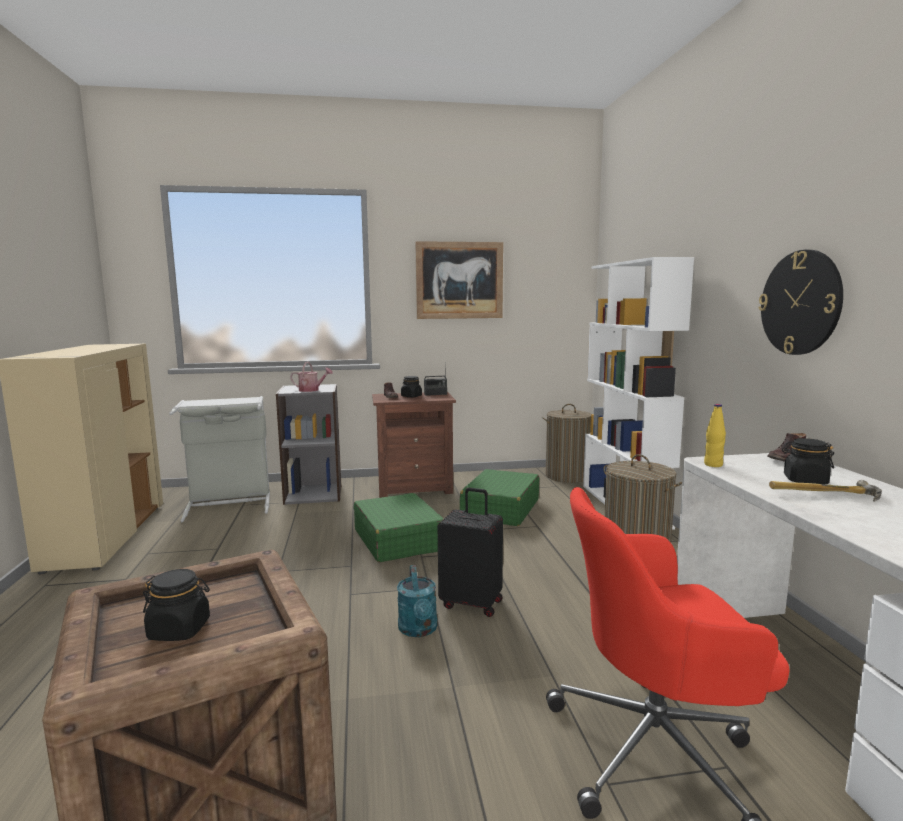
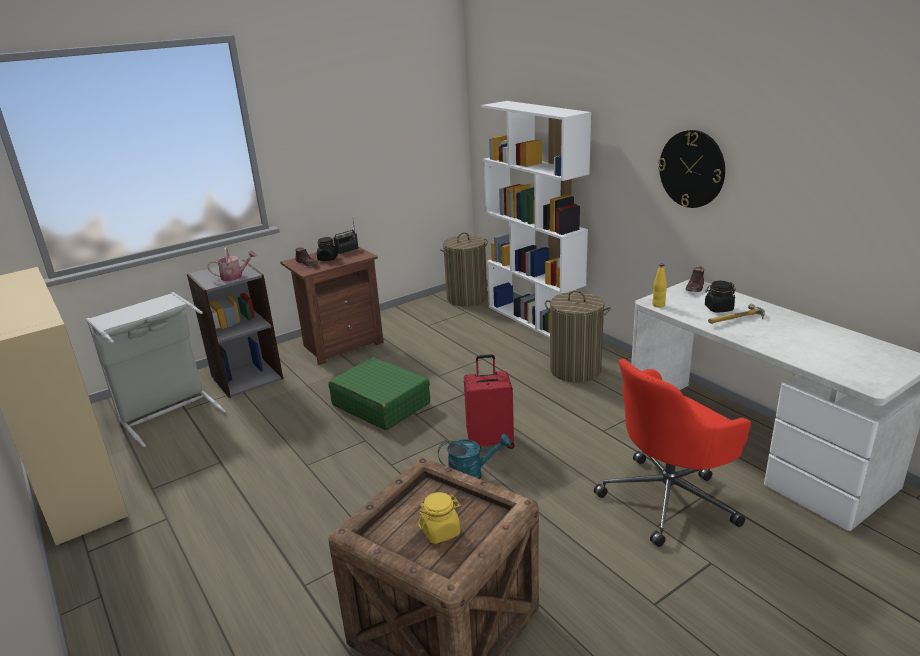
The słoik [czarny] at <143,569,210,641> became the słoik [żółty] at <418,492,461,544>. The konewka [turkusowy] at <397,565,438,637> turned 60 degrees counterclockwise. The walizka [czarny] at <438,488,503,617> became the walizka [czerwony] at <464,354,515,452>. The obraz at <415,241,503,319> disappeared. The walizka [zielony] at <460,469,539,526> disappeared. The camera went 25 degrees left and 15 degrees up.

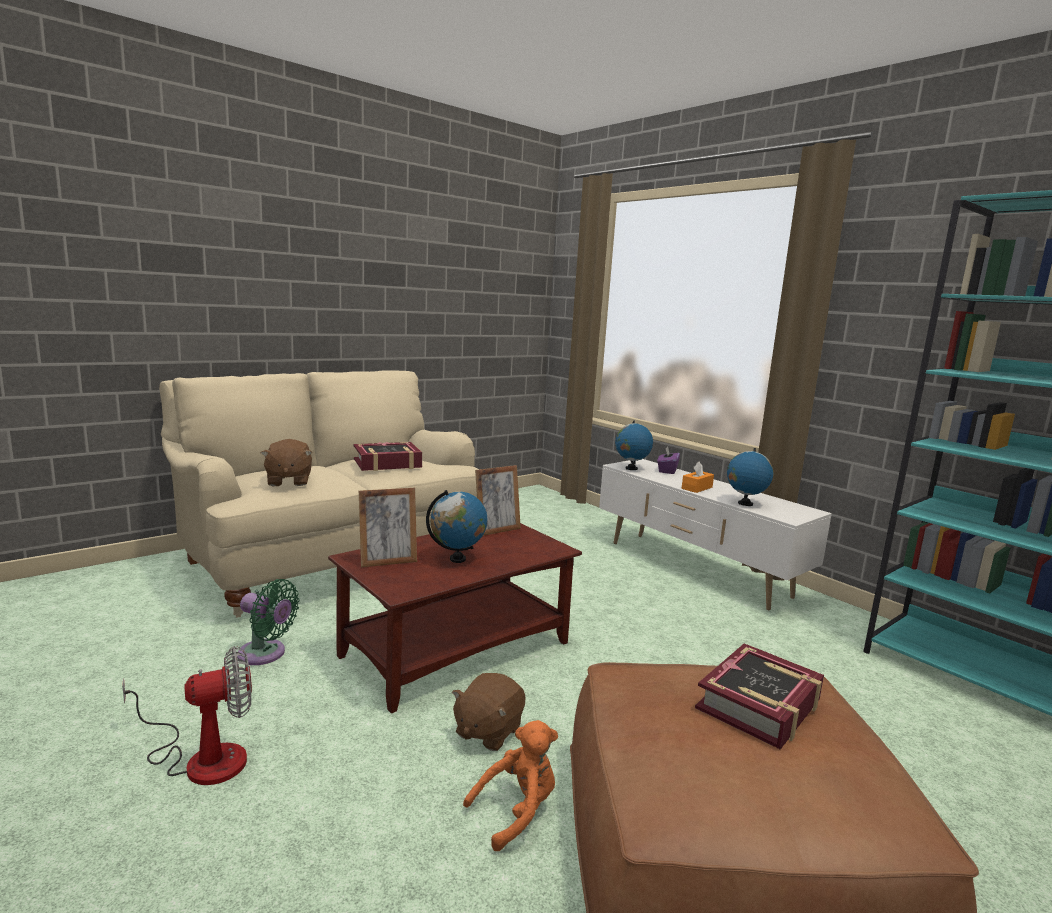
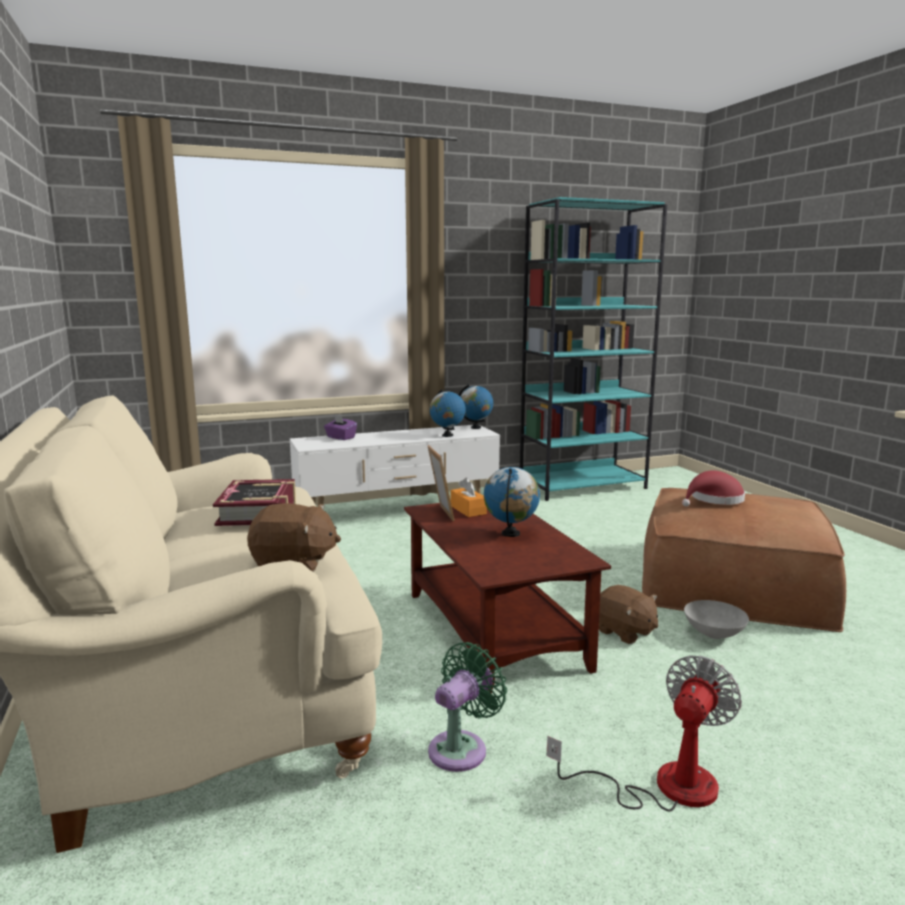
The pudełko chusteczek [pomarańczowy] moved from <682,461,714,493> to <450,478,487,517>. The globus moved from <615,421,653,470> to <459,384,493,429>. The wentylator at <122,647,252,785> turned 45 degrees clockwise. The książka at <695,643,824,750> was replaced by the kapelusz [czerwony] at <682,470,745,506>. The pluszak [pomarańczowy] at <463,720,558,851> was replaced by the miska [szary] at <684,600,749,639>. The ramka na zdjęcie at <359,488,417,567> disappeared. The camera went 70 degrees left and 0 degrees up.

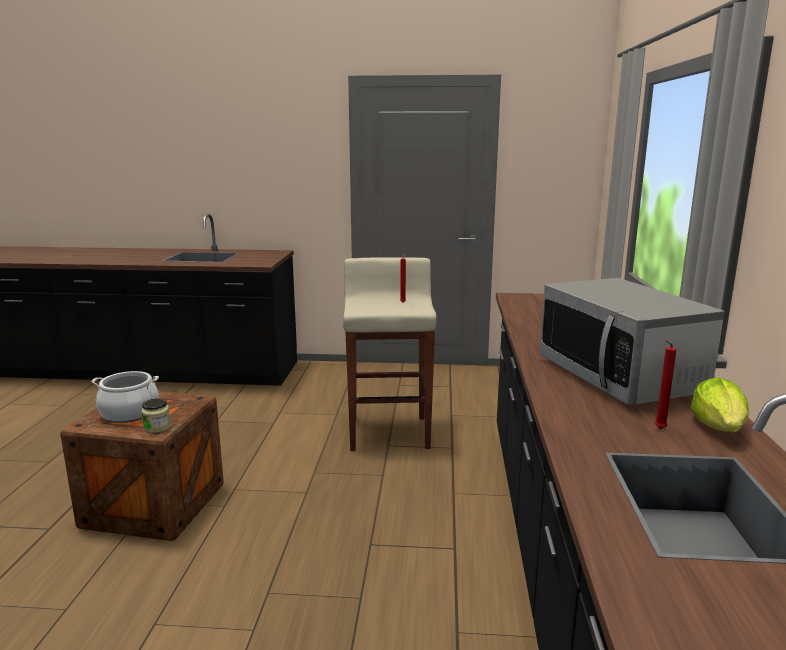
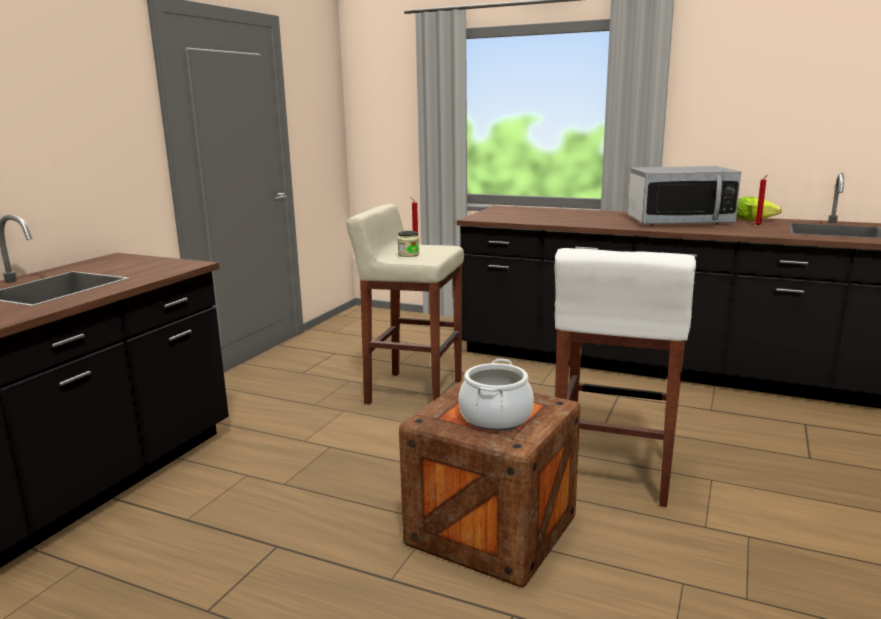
The słoik moved from <141,398,171,433> to <398,231,419,257>. The stołek [biały] at <554,248,696,507> appeared. The camera went 70 degrees left and 0 degrees up.

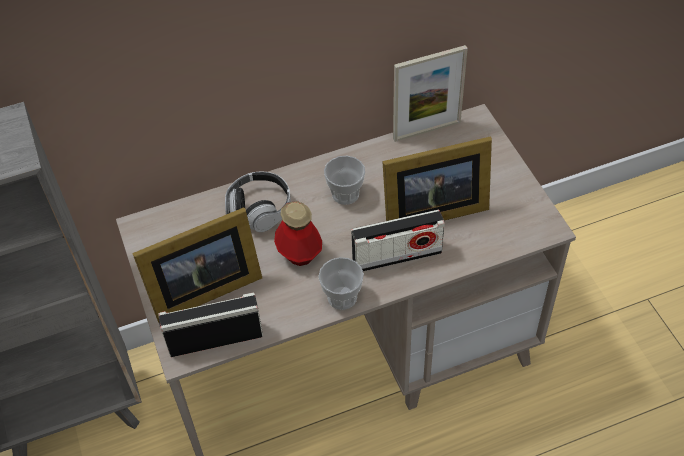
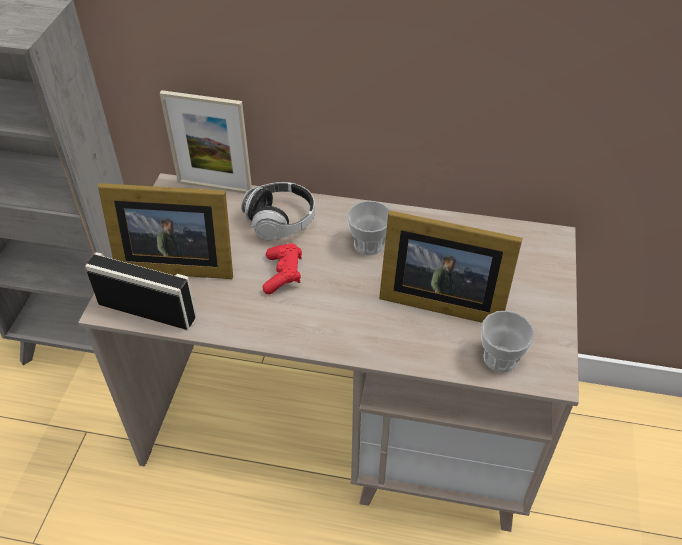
The ramka na zdjęcie moved from <393,45,468,142> to <159,90,252,194>. The butelka at <274,201,322,266> was replaced by the pad do gier [czerwony] at <263,243,302,294>. The filiżanka moved from <318,257,364,310> to <481,311,535,372>. The radio at <351,210,445,272> disappeared. The camera went 30 degrees right and 5 degrees down.

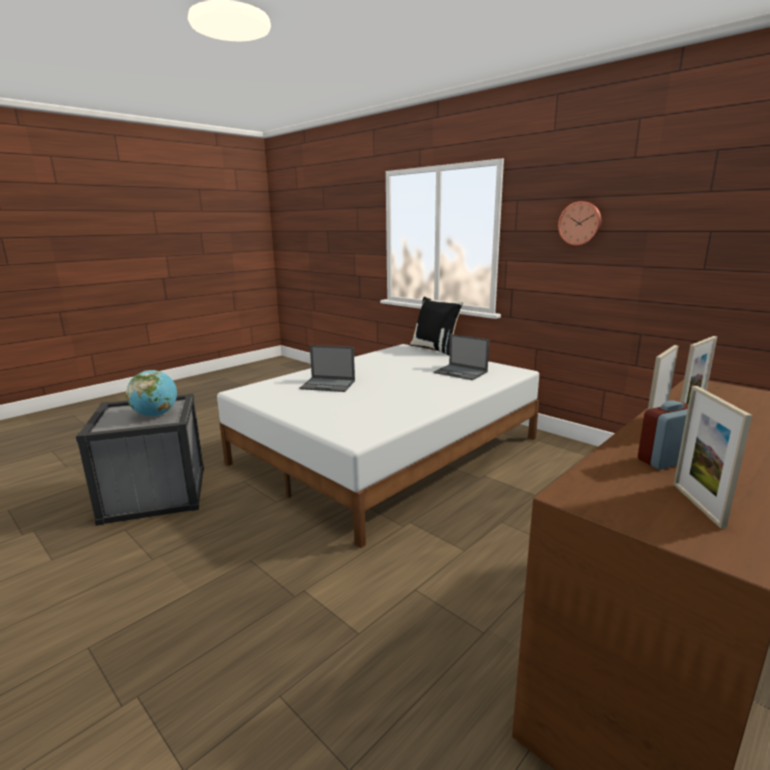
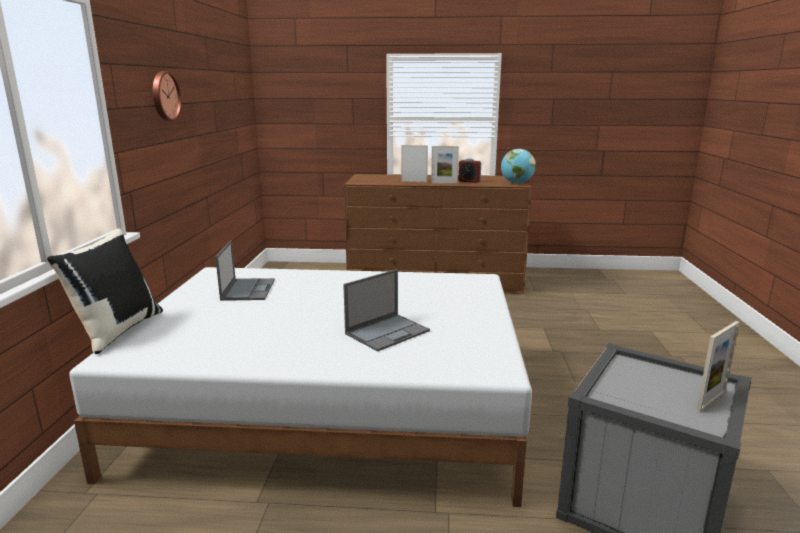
The laptop at <300,345,355,392> turned 75 degrees clockwise. The globus moved from <126,370,177,417> to <501,149,536,184>. The ramka na zdjęcie moved from <673,386,752,529> to <696,321,740,412>. The camera went 130 degrees left and 0 degrees up.

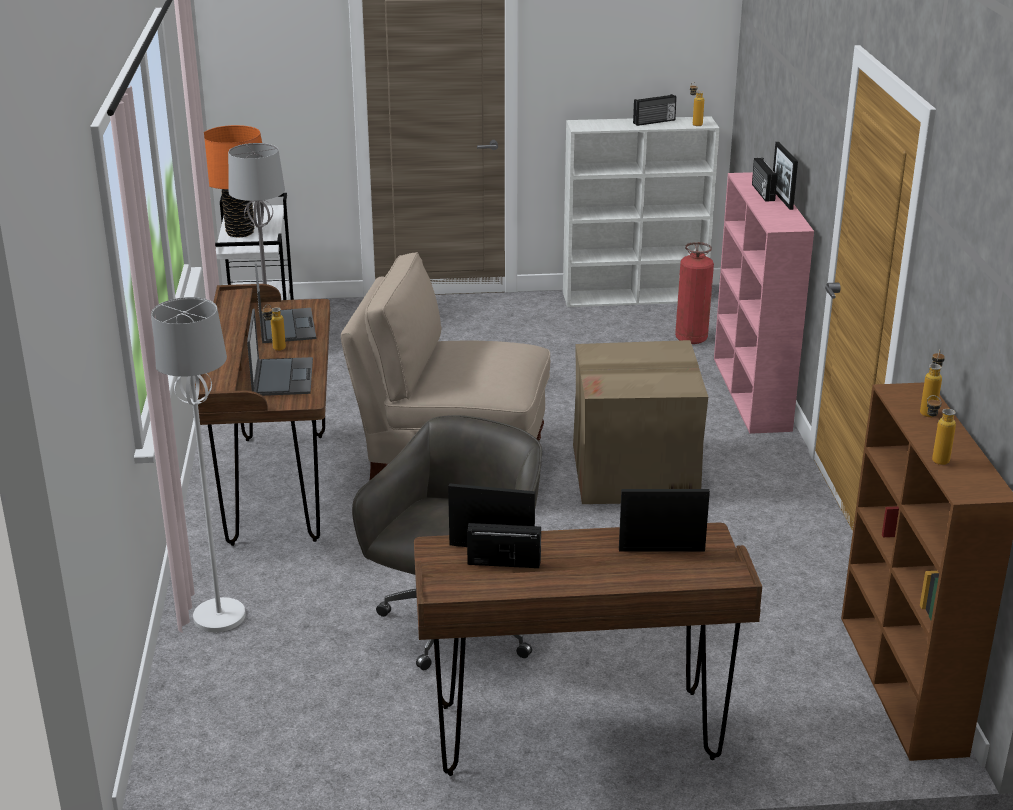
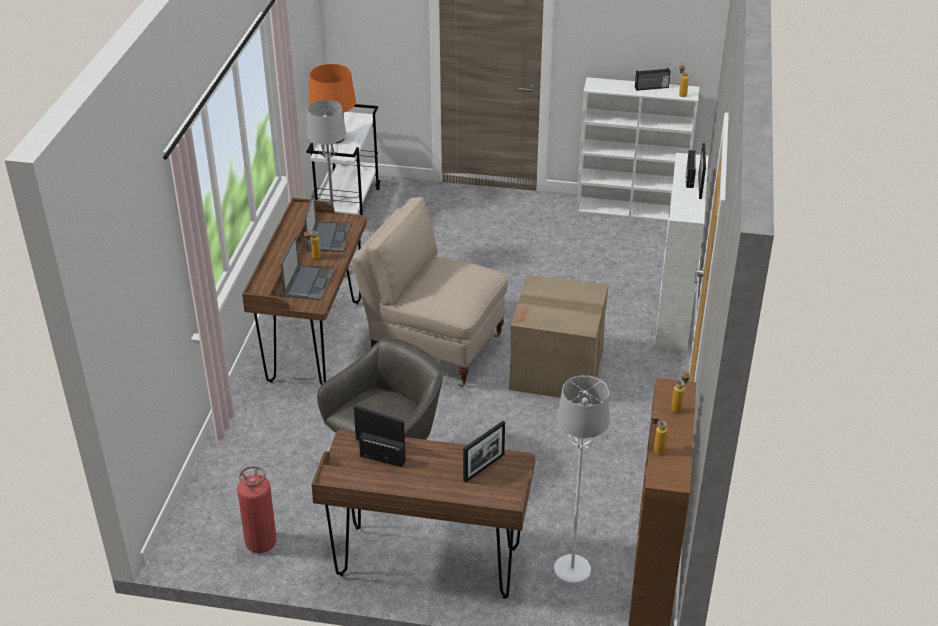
The gaśnica moved from <675,242,714,344> to <237,466,277,553>. The ramka na zdjęcie at <619,489,710,552> turned 120 degrees clockwise. The lampa stojąca [biały] moved from <151,297,246,632> to <554,375,610,585>. The regał [różowy] at <714,172,814,434> became the regał [biały] at <654,153,708,353>. The camera went 15 degrees right and 10 degrees up.

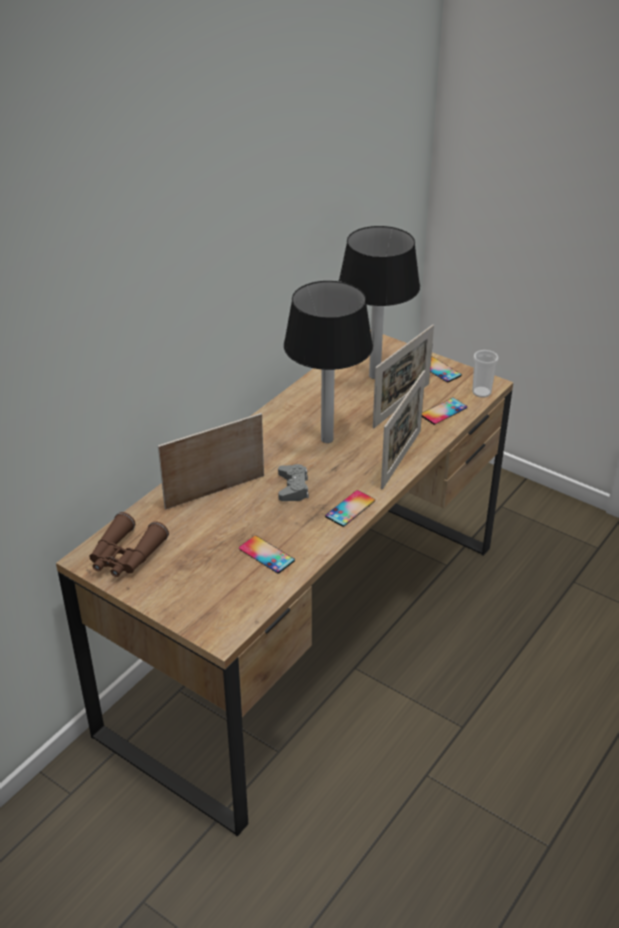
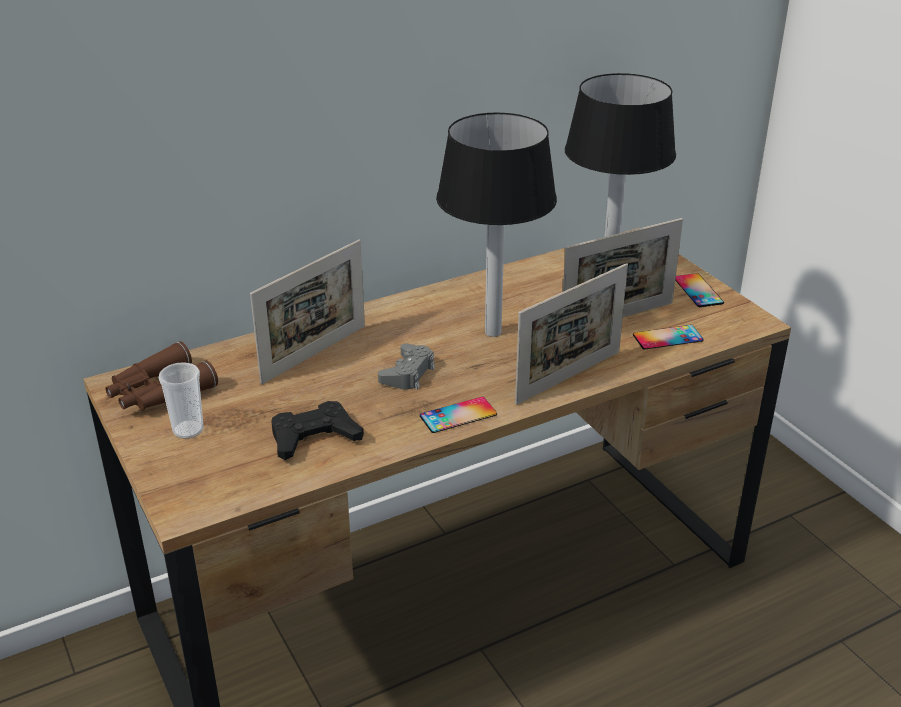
The filiżanka moved from <472,350,499,398> to <159,362,203,439>. The ramka na zdjęcie at <158,413,264,509> turned 135 degrees clockwise. The telefon at <239,535,295,573> was replaced by the pad do gier [czarny] at <271,401,364,460>. The camera went 25 degrees right and 5 degrees down.

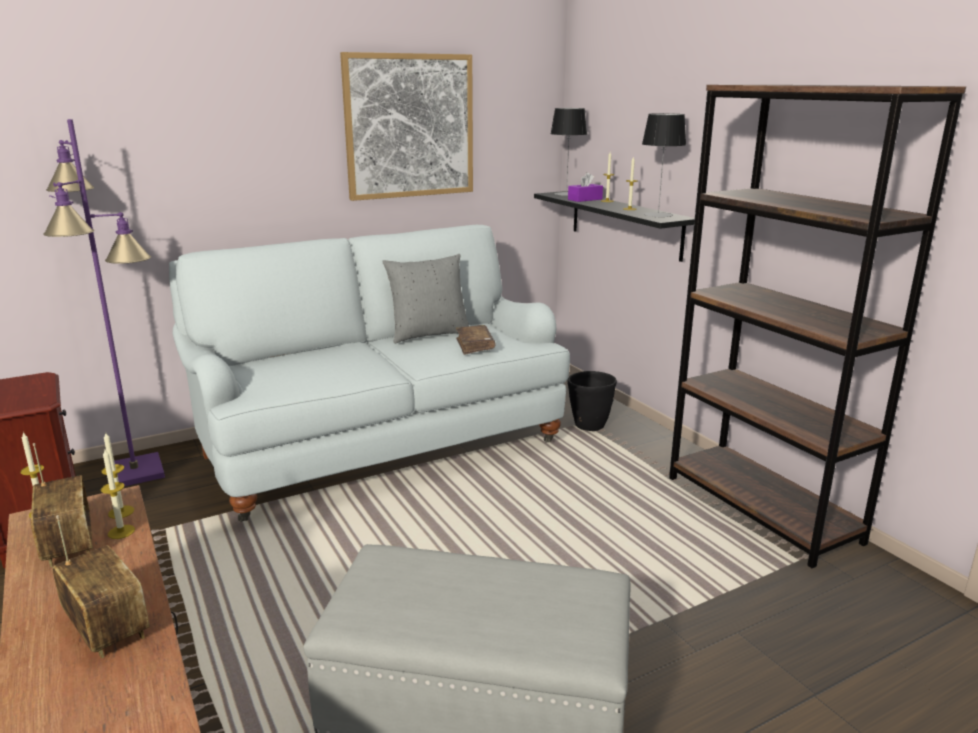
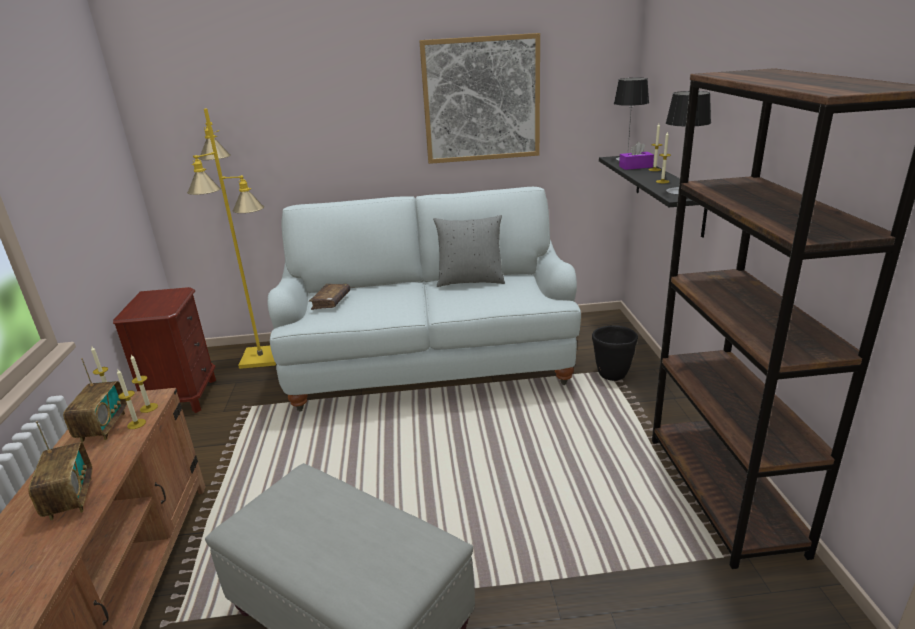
The lampa stojąca [fioletowy] at <44,119,165,486> became the lampa stojąca [żółty] at <187,108,276,369>. The książka [brązowy] moved from <456,325,496,355> to <309,284,350,310>. The camera went 25 degrees right and 5 degrees up.

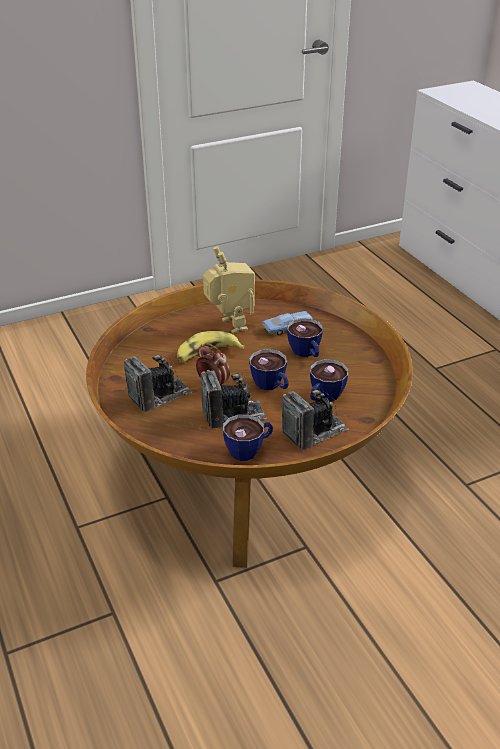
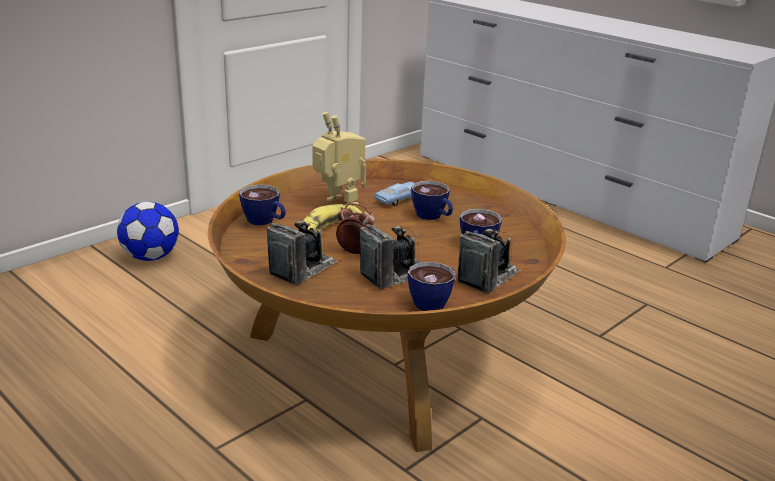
The piłka futbolowa at <117,202,179,261> appeared. The filiżanka moved from <249,349,289,390> to <239,184,286,225>. The camera went 20 degrees left and 10 degrees down.

